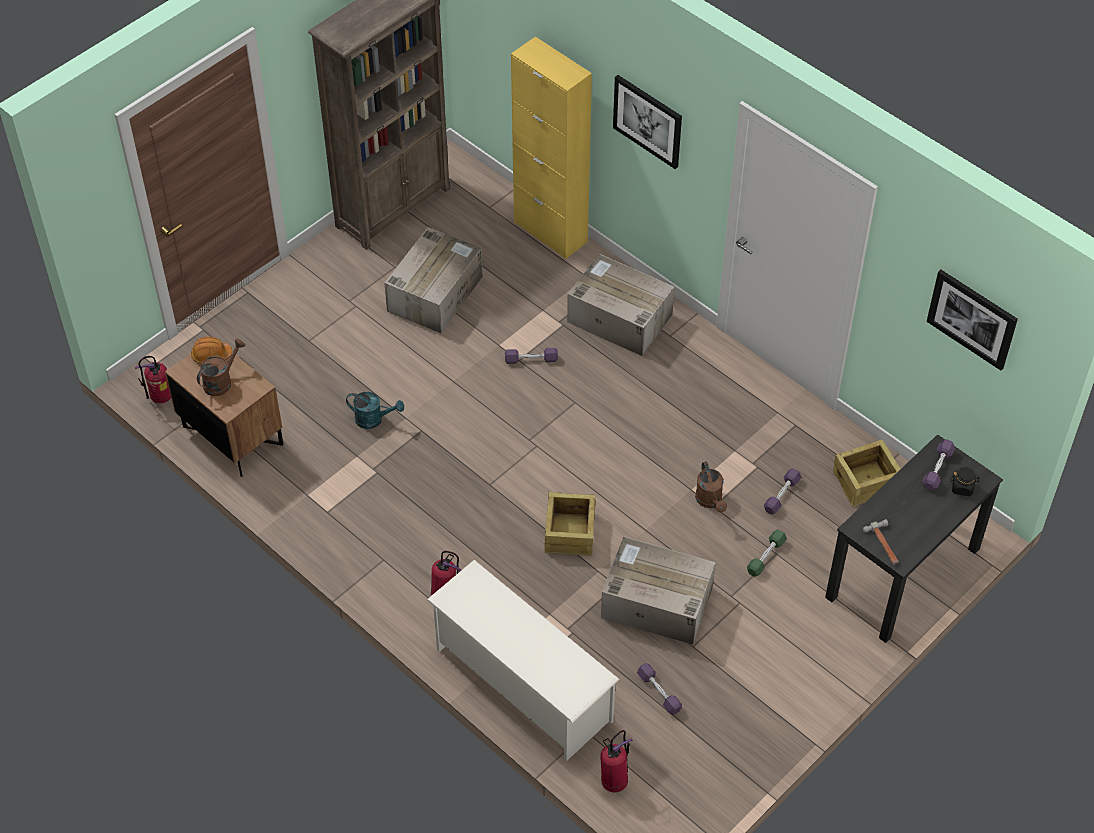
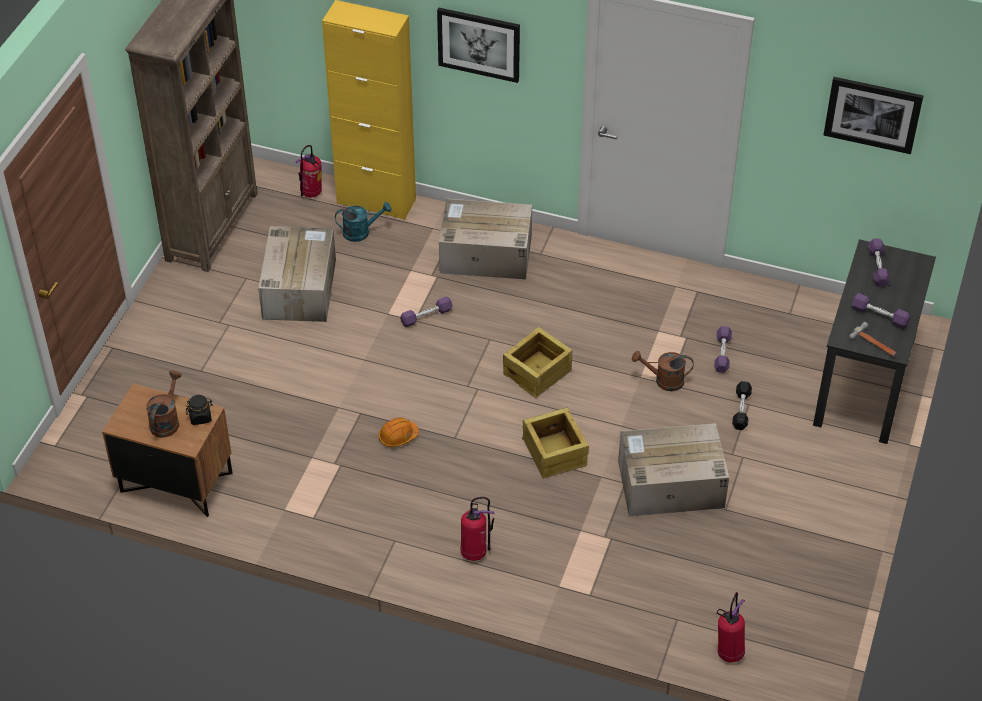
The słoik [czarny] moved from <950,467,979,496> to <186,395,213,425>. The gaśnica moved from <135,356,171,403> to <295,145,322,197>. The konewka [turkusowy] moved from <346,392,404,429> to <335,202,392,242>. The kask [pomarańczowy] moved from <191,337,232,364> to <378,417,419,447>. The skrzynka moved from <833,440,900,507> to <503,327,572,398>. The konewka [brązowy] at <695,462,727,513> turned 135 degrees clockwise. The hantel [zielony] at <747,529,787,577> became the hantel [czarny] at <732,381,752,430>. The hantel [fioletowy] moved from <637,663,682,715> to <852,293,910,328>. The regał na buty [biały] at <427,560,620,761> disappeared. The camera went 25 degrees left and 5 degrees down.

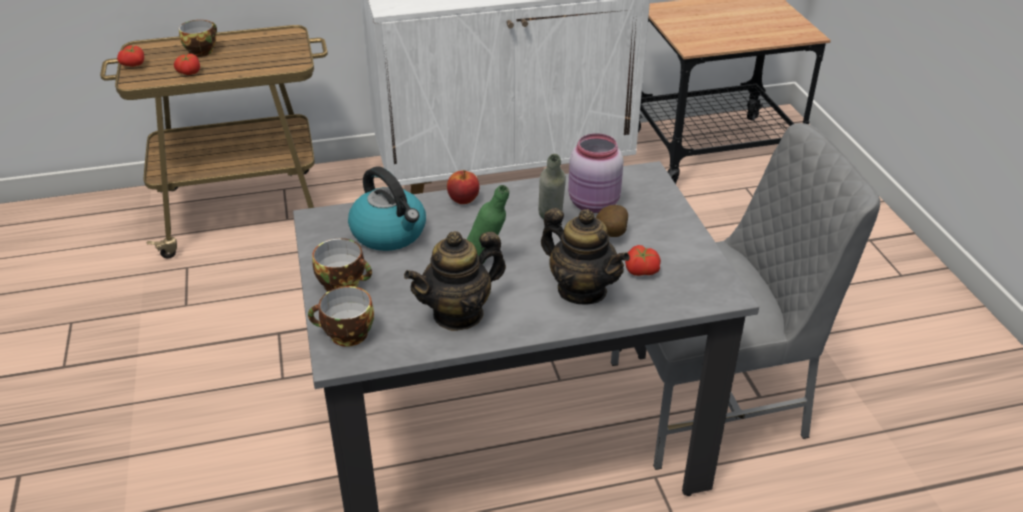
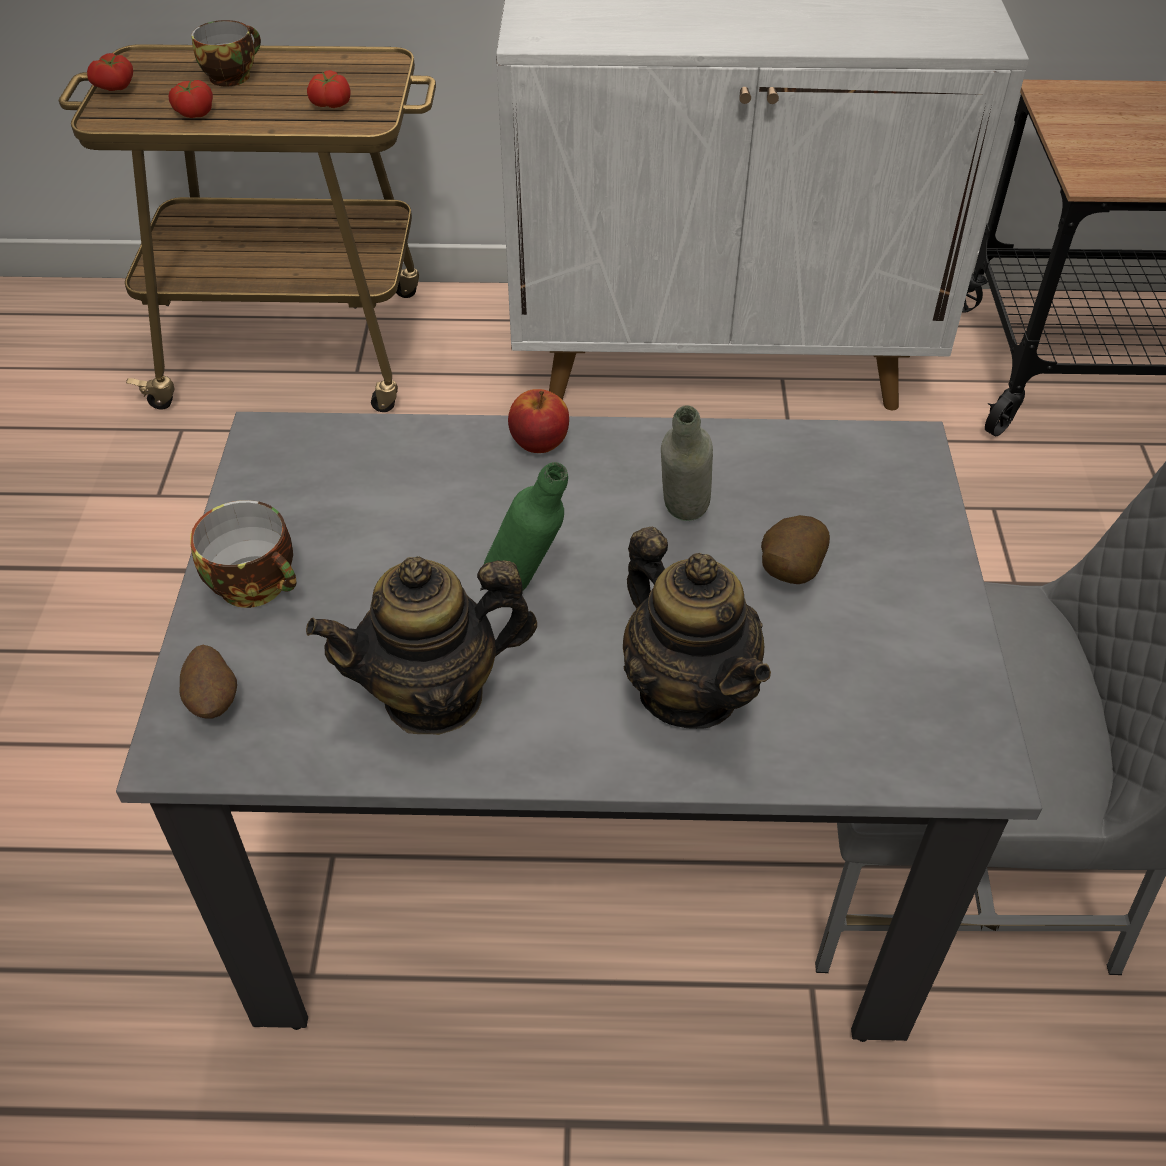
The filiżanka at <308,286,374,347> was replaced by the ziemniak at <179,645,237,719>. The pomidor moved from <625,245,661,276> to <307,70,350,108>. The czajnik at <348,167,426,251> disappeared. The słoik [różowy] at <568,133,624,213> disappeared. The camera went 15 degrees right and 10 degrees up.

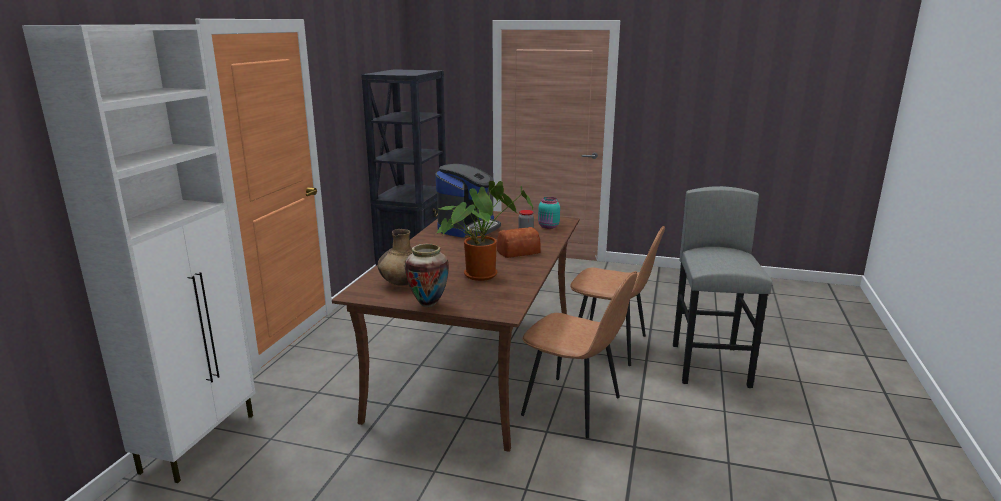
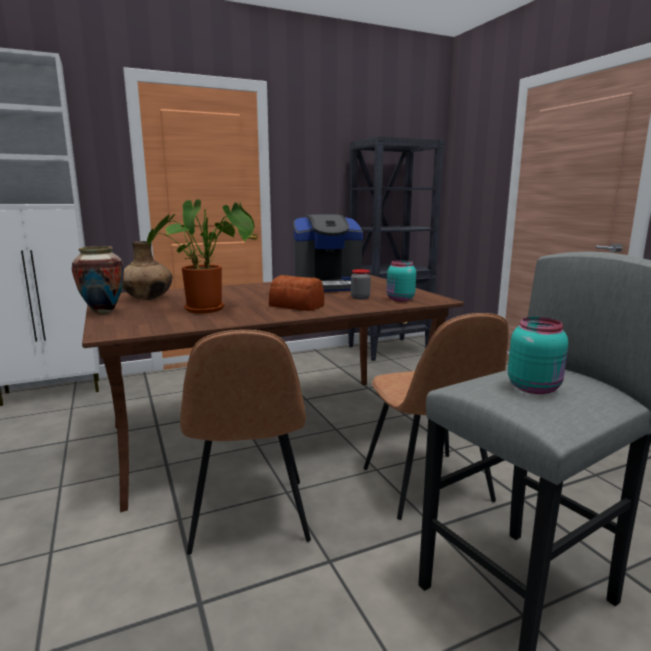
The słoik [turkusowy] at <508,317,568,394> appeared. The camera went 50 degrees right and 5 degrees down.

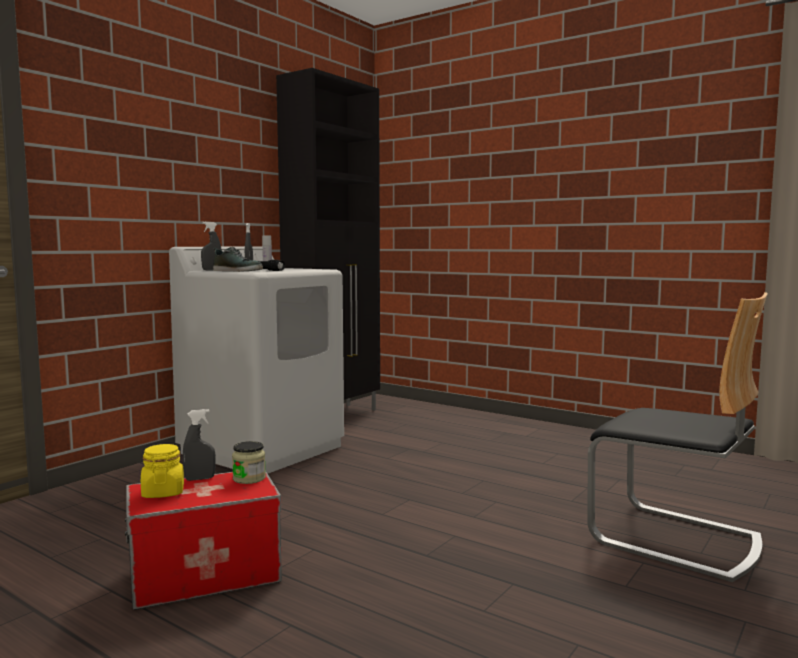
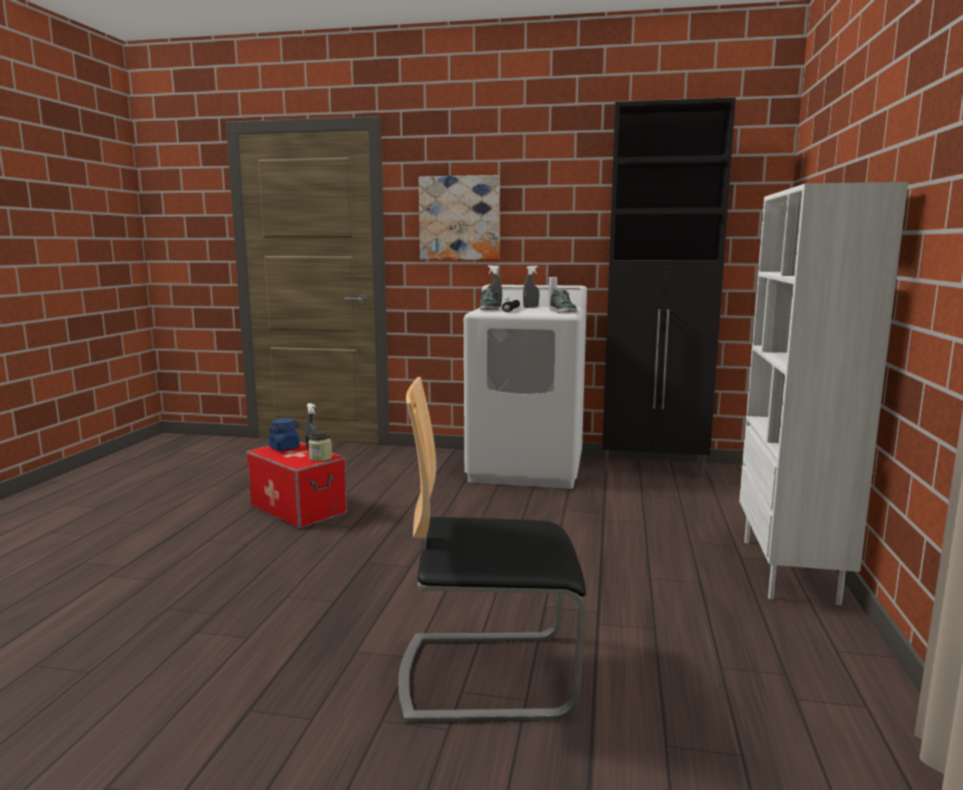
The słoik [żółty] at <141,444,184,498> became the słoik [niebieski] at <268,418,300,451>. The krzesło at <587,292,768,582> turned 75 degrees clockwise. The obraz at <419,175,500,260> appeared. The but at <550,290,577,313> appeared. The regał [biały] at <739,182,908,605> appeared. The camera went 65 degrees right and 5 degrees up.

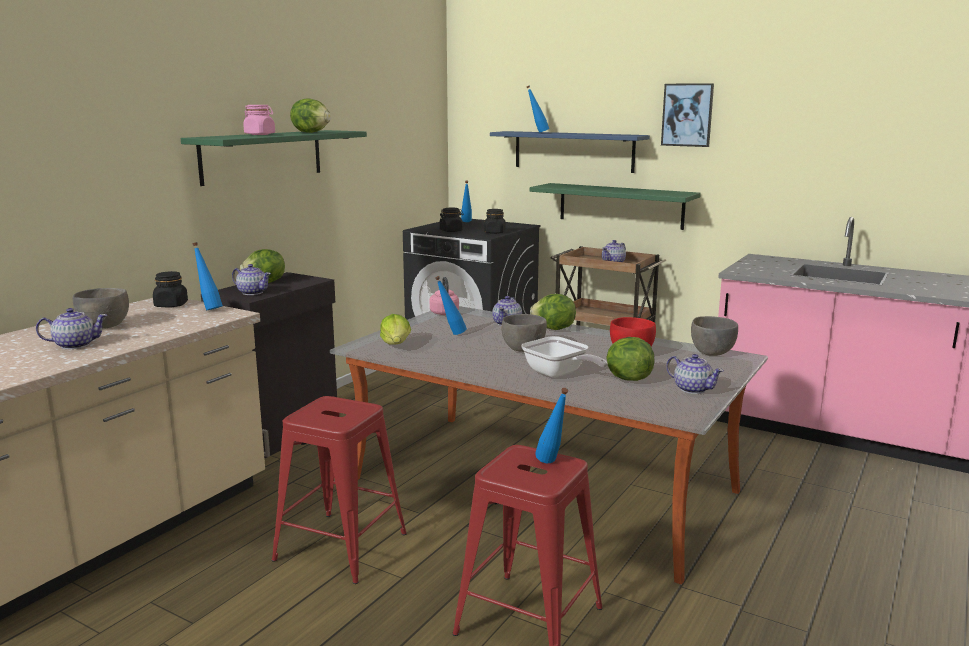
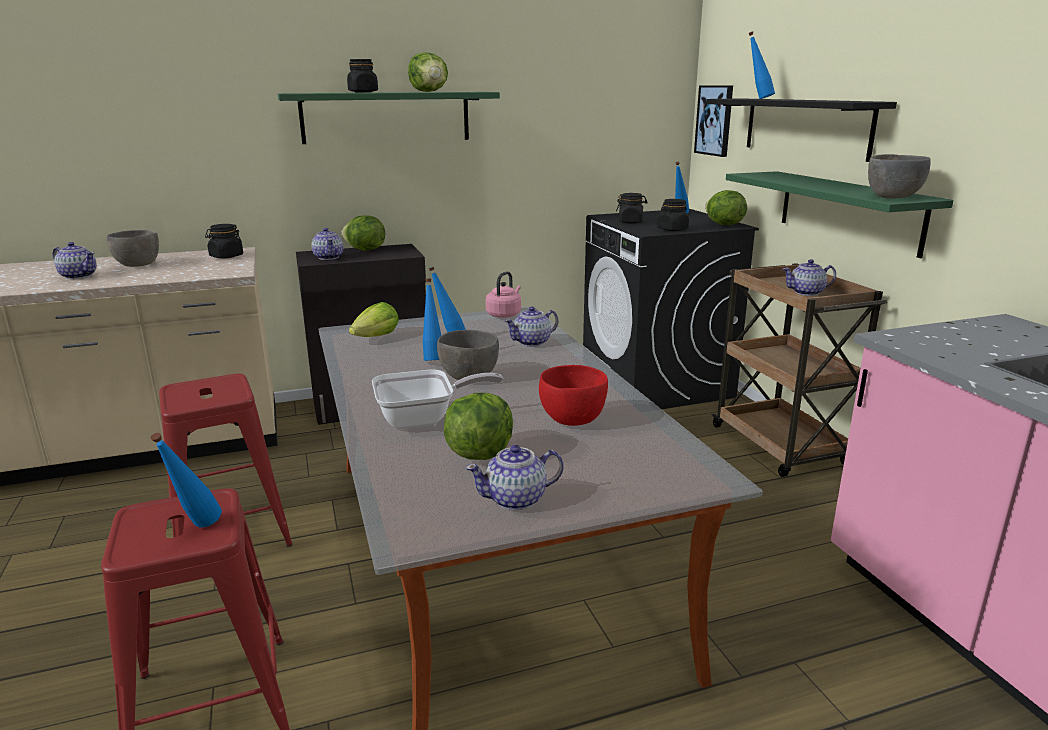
The słoik [różowy] at <243,105,275,135> became the słoik [czarny] at <347,59,378,93>. The patelnia at <521,336,607,378> turned 105 degrees counterclockwise. The butelka [niebieski] moved from <192,242,223,310> to <423,279,441,361>. The imbryk at <666,354,724,394> turned 75 degrees clockwise. The obraz moved from <661,83,714,147> to <694,85,733,157>. The sałata moved from <530,294,576,330> to <705,190,747,225>. The półka [niebieski] at <490,131,650,173> became the półka [czarny] at <707,98,897,162>. The miska [szary] moved from <691,316,738,356> to <868,154,930,198>. The camera went 40 degrees right and 5 degrees up.

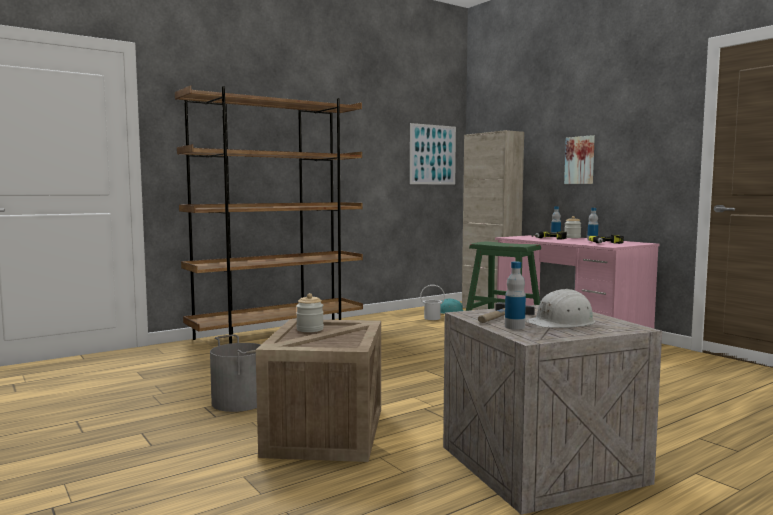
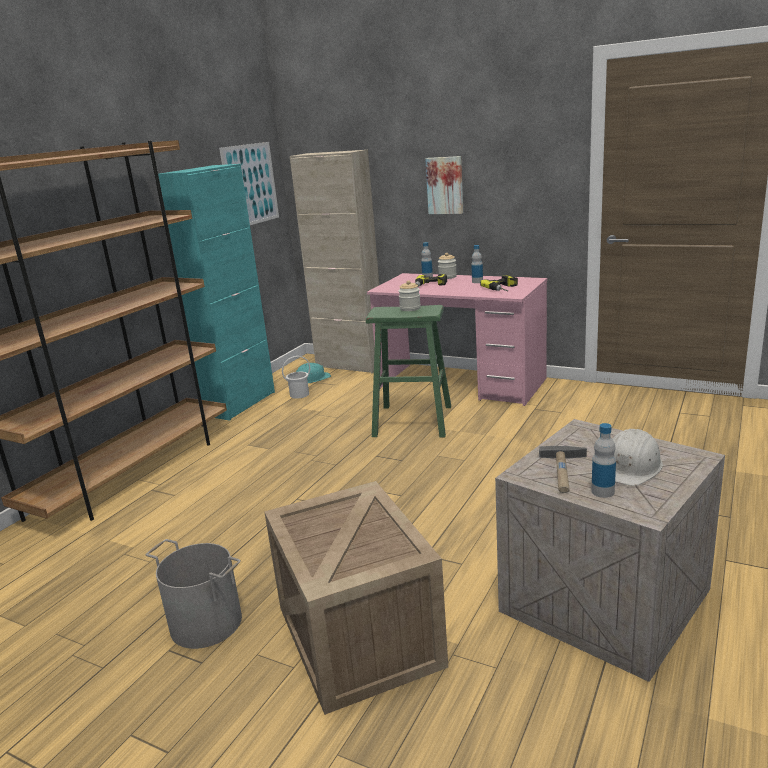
The szafka [turkusowy] at <158,164,275,421> appeared. The słoik moved from <296,293,324,332> to <398,280,421,311>. The camera went 25 degrees left and 15 degrees up.

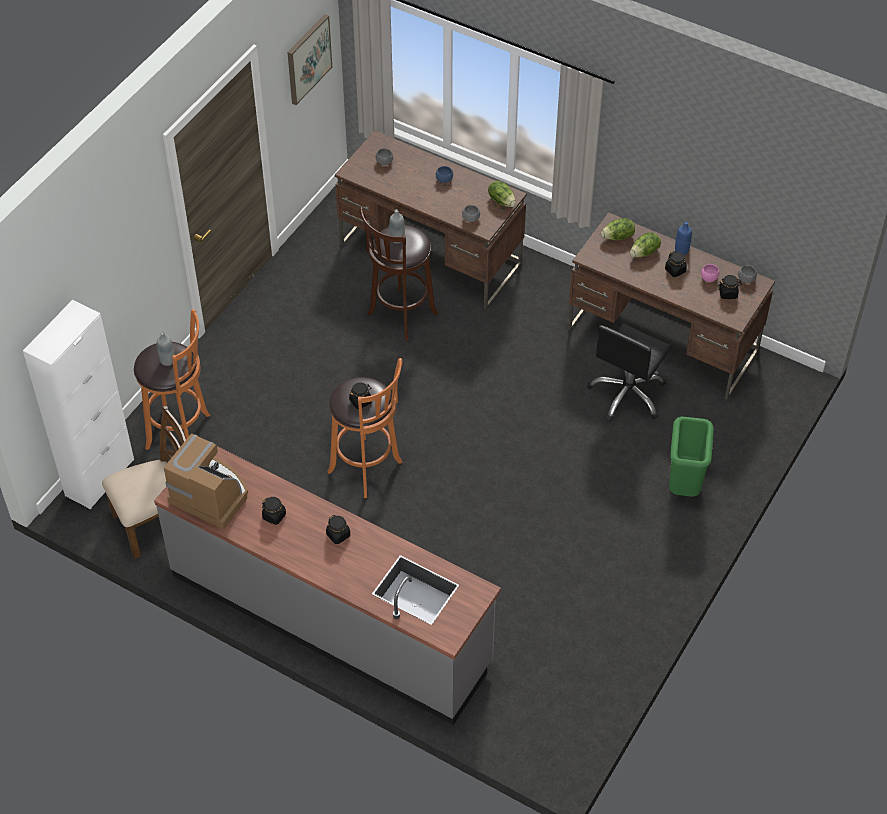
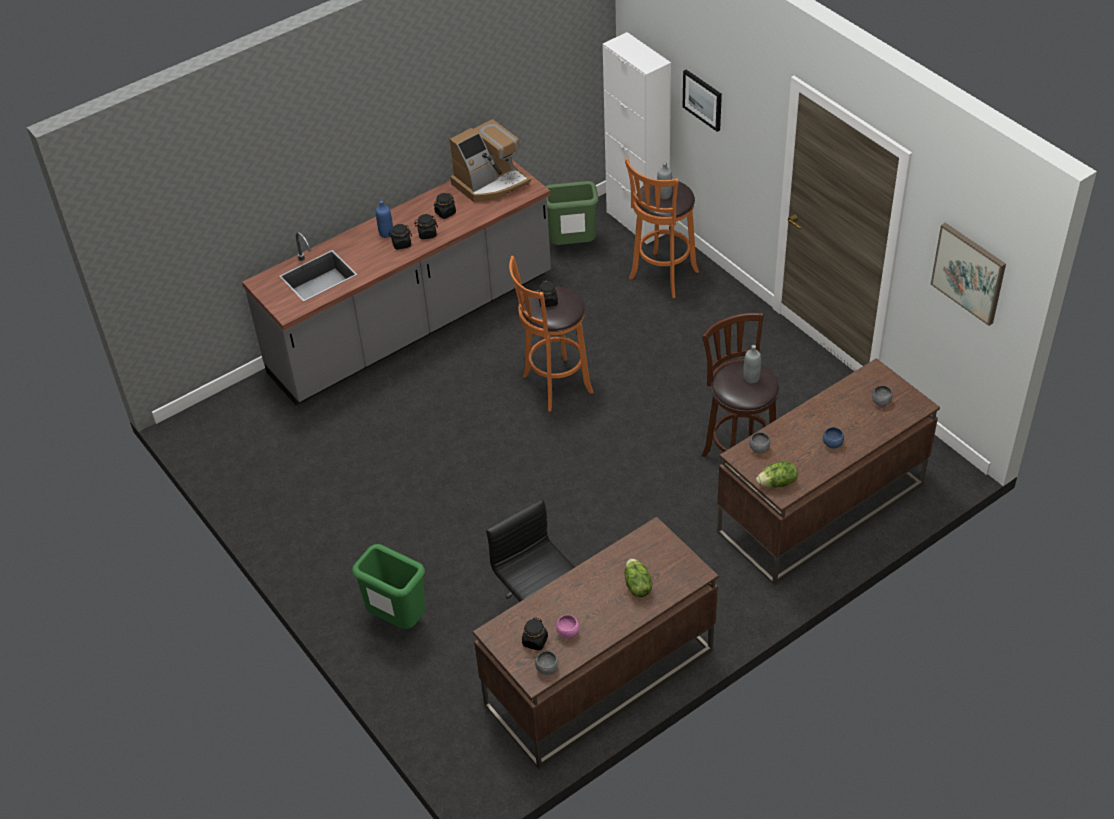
The butelka [niebieski] moved from <675,221,692,255> to <376,200,393,238>. The słoik [czarny] moved from <665,251,687,277> to <414,214,438,239>. The krzesło [brązowy] at <102,406,186,559> was replaced by the kosz na śmieci [zielony] at <545,181,599,245>. The obraz at <683,70,722,132> appeared. The sałata at <601,218,635,240> disappeared. The camera went 115 degrees right and 5 degrees down.

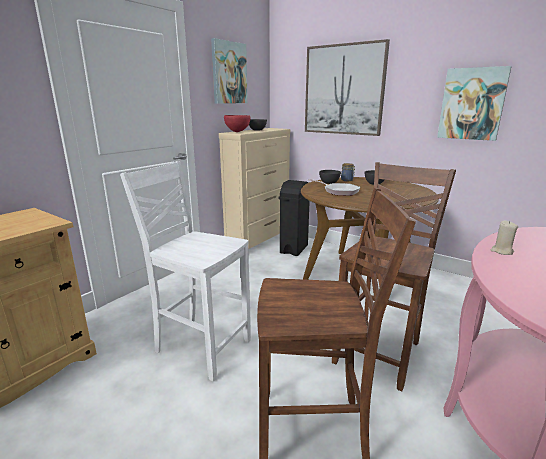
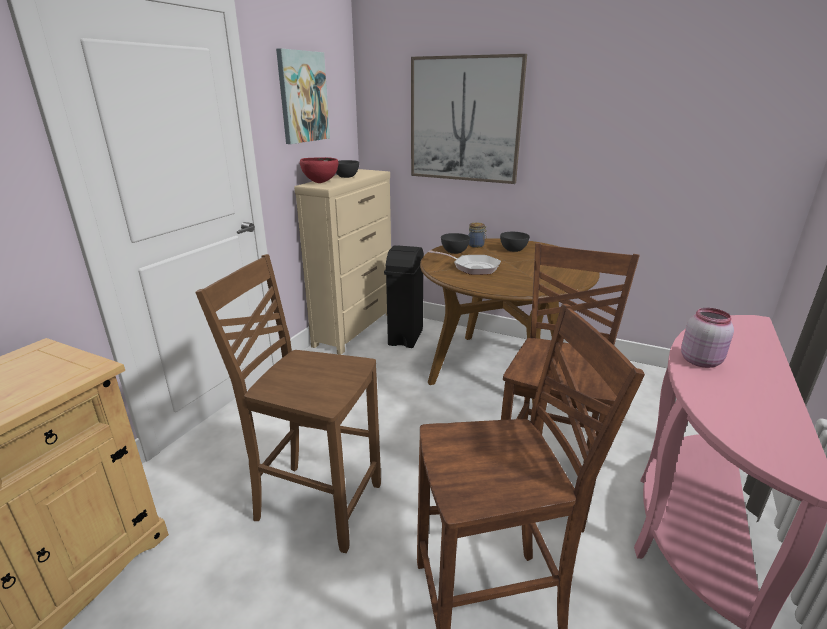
The krzesło [biały] at <120,161,251,381> became the krzesło [brązowy] at <195,254,381,553>. The świeca [beżowy] at <491,220,518,255> was replaced by the słoik [różowy] at <681,308,734,368>. The obraz at <437,66,512,141> disappeared. The camera went 10 degrees left and 5 degrees up.

